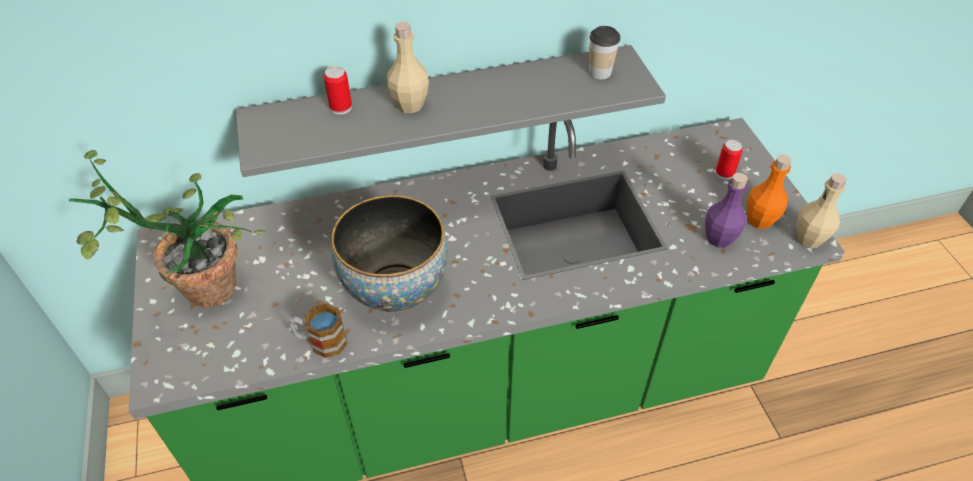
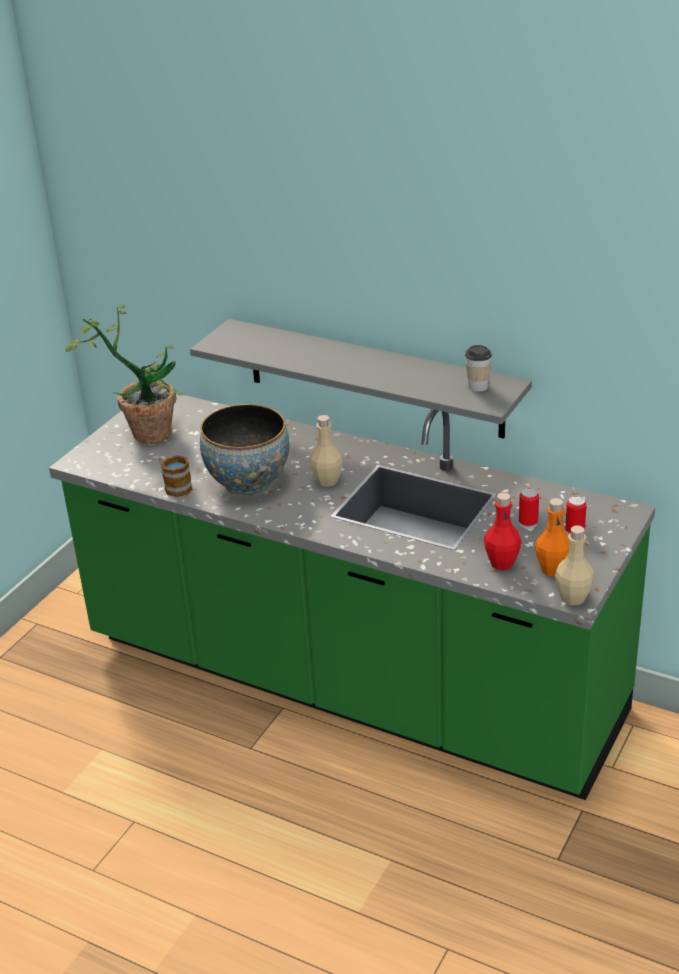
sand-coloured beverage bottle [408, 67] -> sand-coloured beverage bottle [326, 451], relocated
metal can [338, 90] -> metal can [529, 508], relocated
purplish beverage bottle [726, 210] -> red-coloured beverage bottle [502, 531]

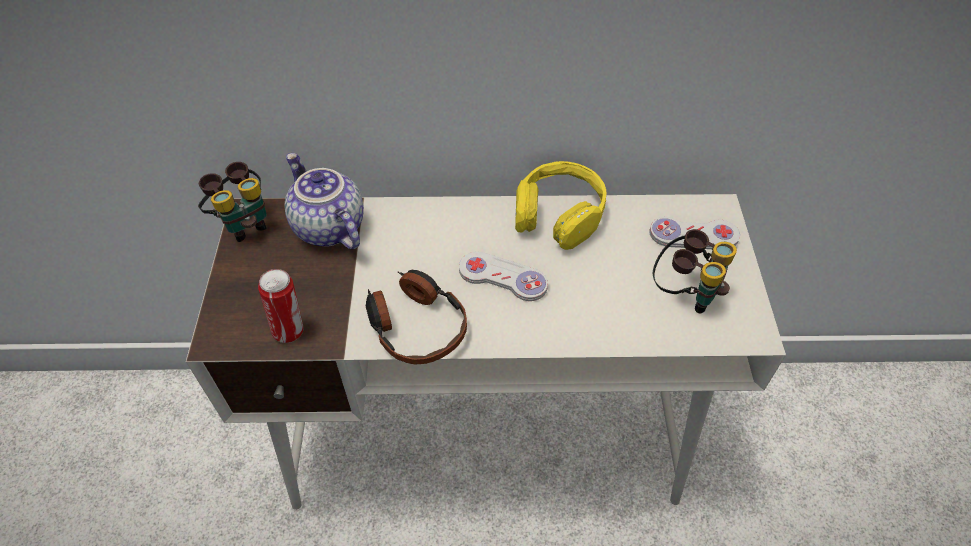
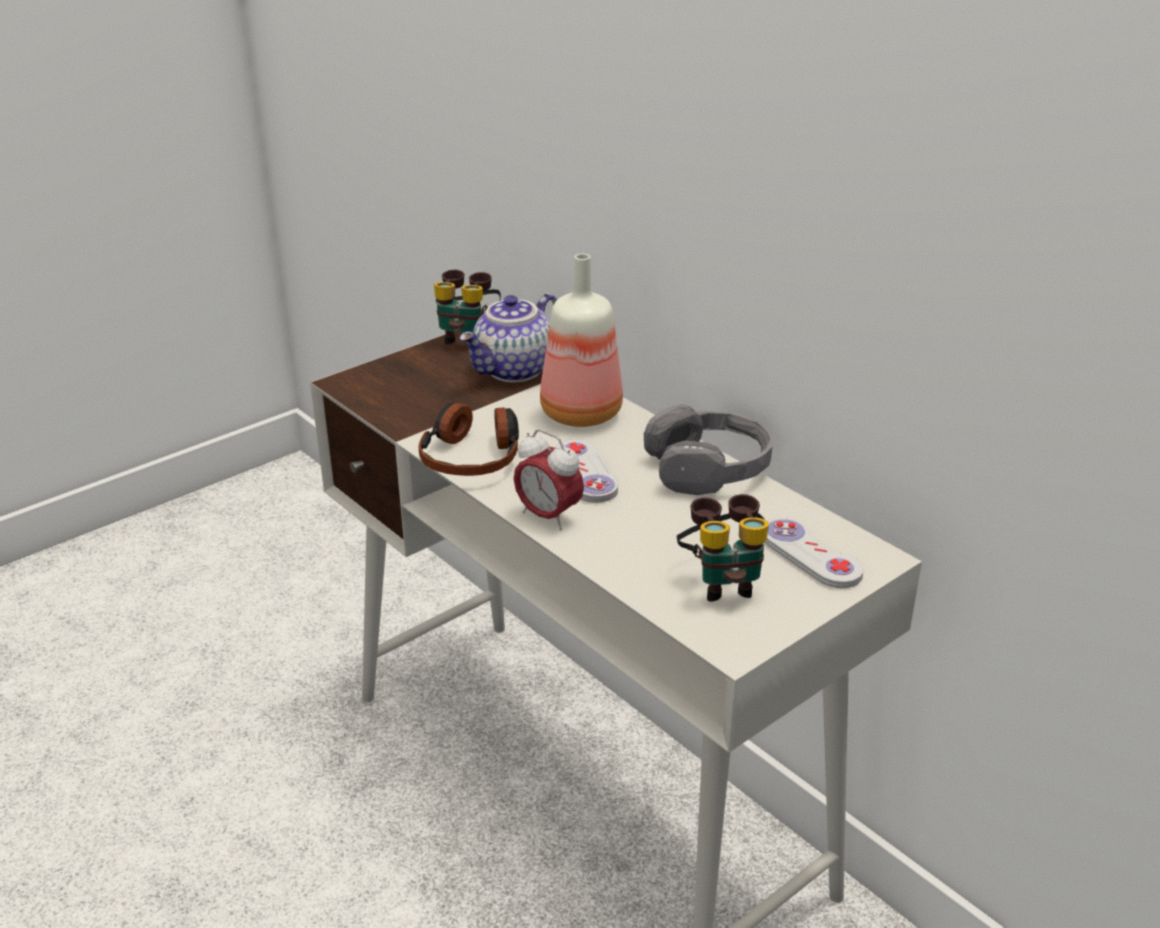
teapot [324, 201] -> teapot [508, 338], 150 degrees counterclockwise
yellowish headphones [561, 205] -> grey headphones [708, 449]
metal can [281, 306] -> none
none -> beverage bottle [581, 340]
none -> bedside clock [549, 479]

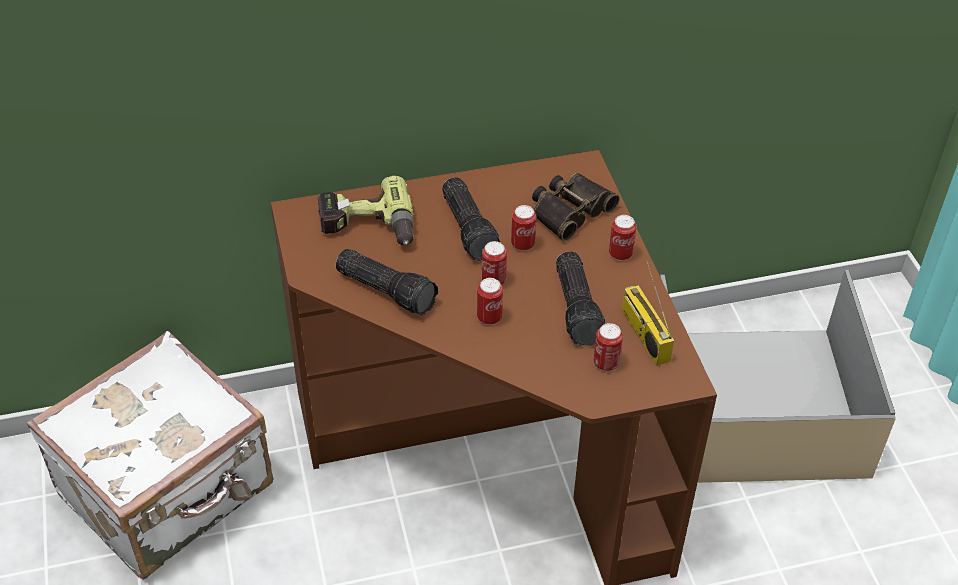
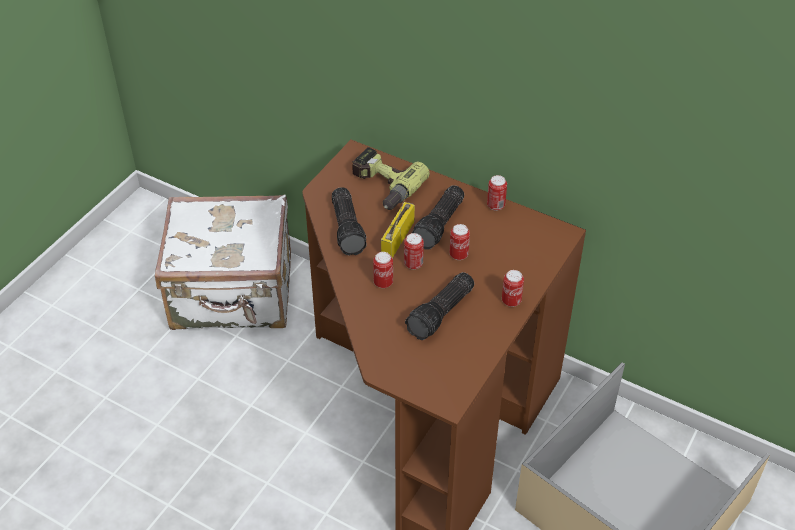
binoculars [576, 207] -> none
radio set [648, 313] -> radio set [398, 220], relocated
metal can [608, 347] -> metal can [497, 193], relocated

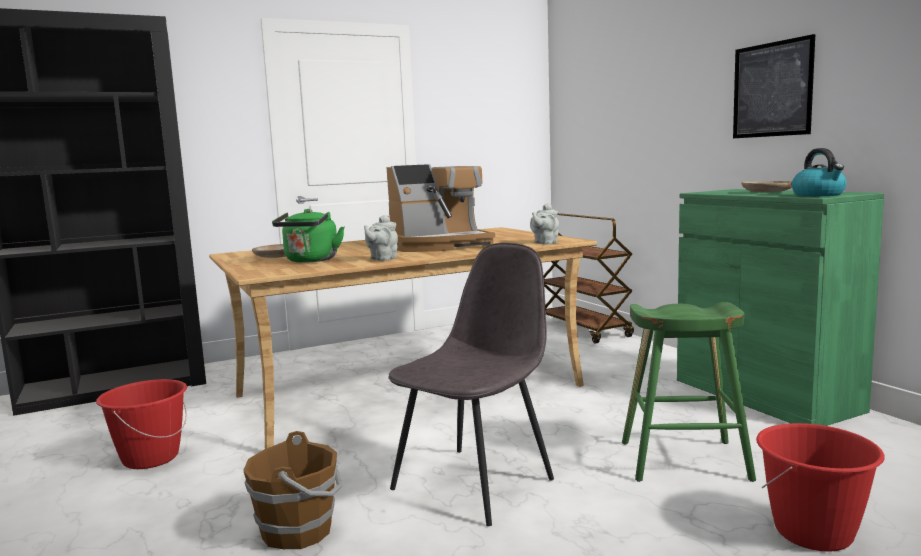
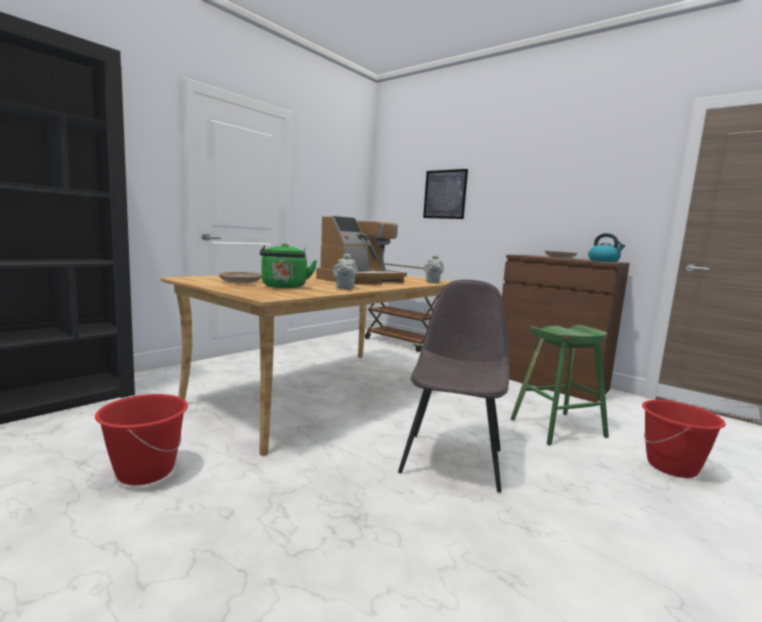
wall art [774, 86] -> wall art [445, 194], relocated
green cupboard [780, 307] -> brown-coloured cupboard [566, 328]
brown-coloured bucket [292, 490] -> none

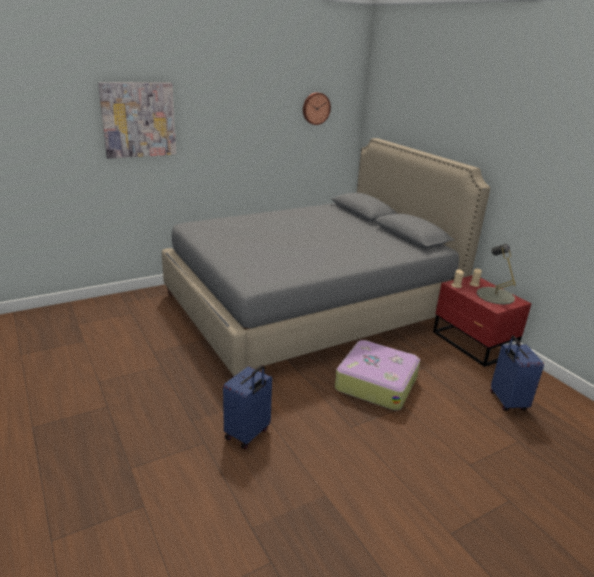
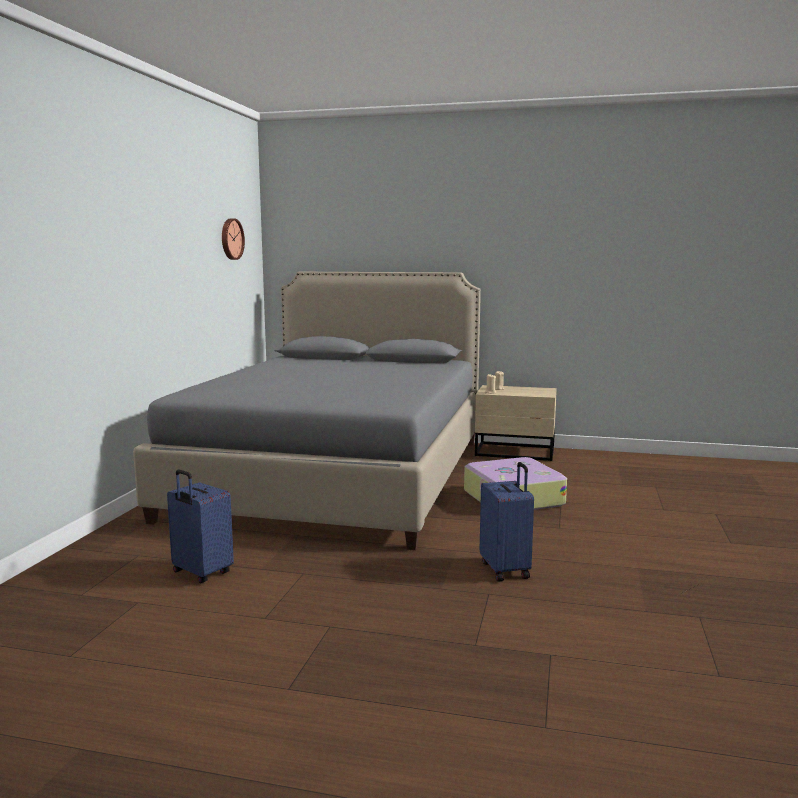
wall art [137, 120] -> none
grey tabletop lamp [496, 274] -> none
red-coloured bedside table [482, 321] -> sand-coloured bedside table [516, 423]
blue-coloured piece of luggage [517, 373] -> blue-coloured piece of luggage [200, 526], relocated

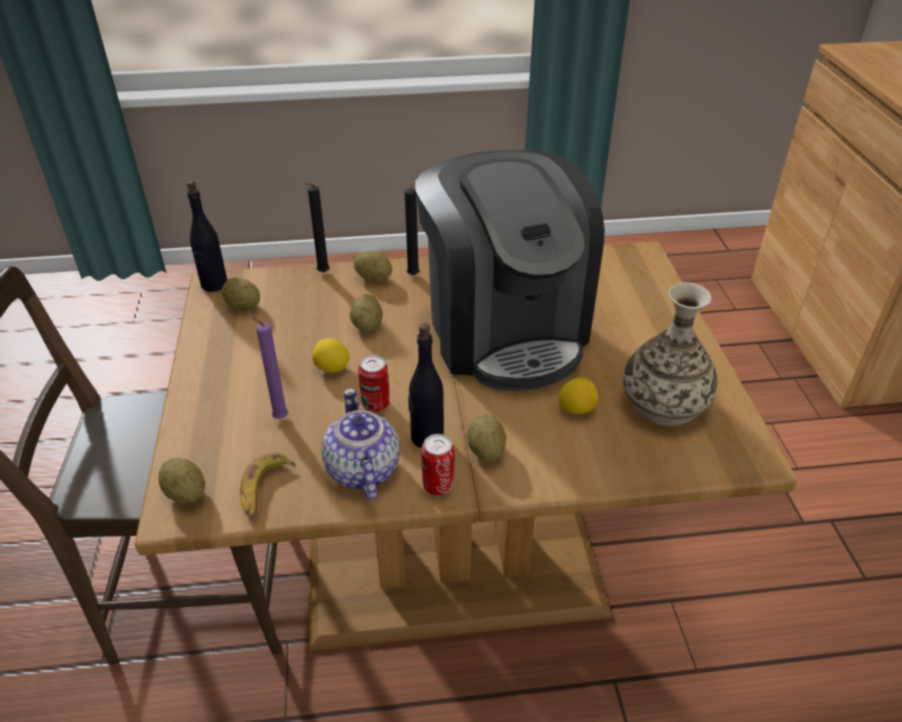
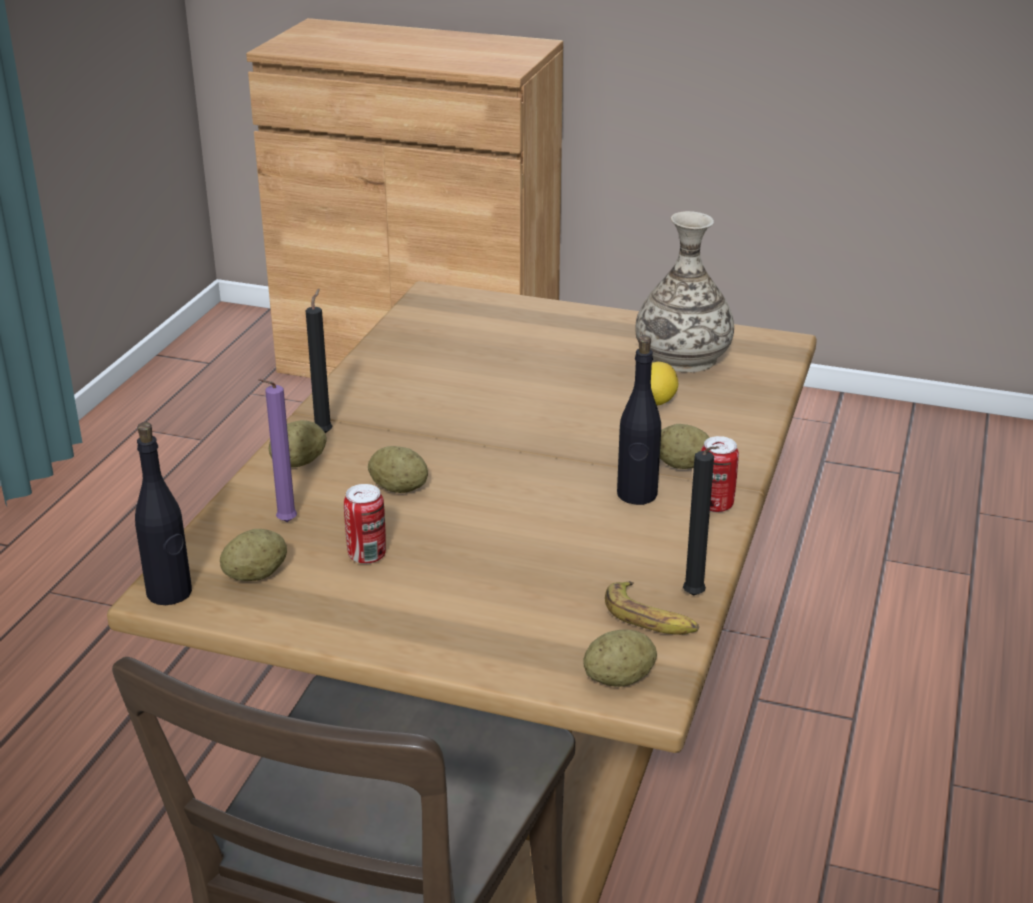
coffee machine [510, 270] -> none
black-coloured wax light [317, 228] -> black-coloured wax light [701, 520], relocated
purplish wax light [267, 366] -> purplish wax light [277, 450], relocated
whole lemon [331, 355] -> none
metal can [374, 383] -> metal can [365, 524], relocated
teapot [360, 444] -> none

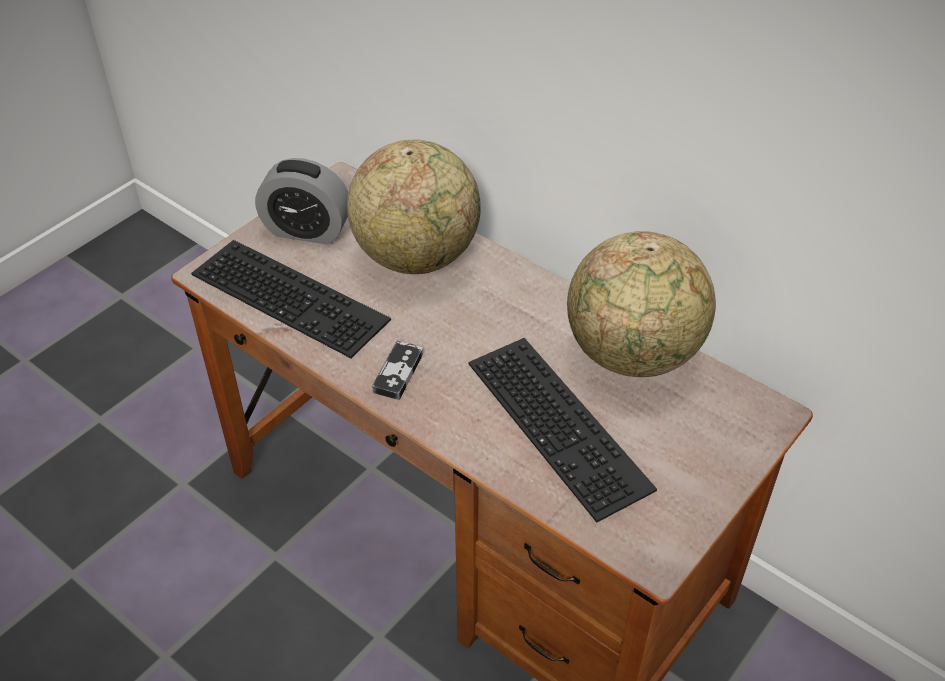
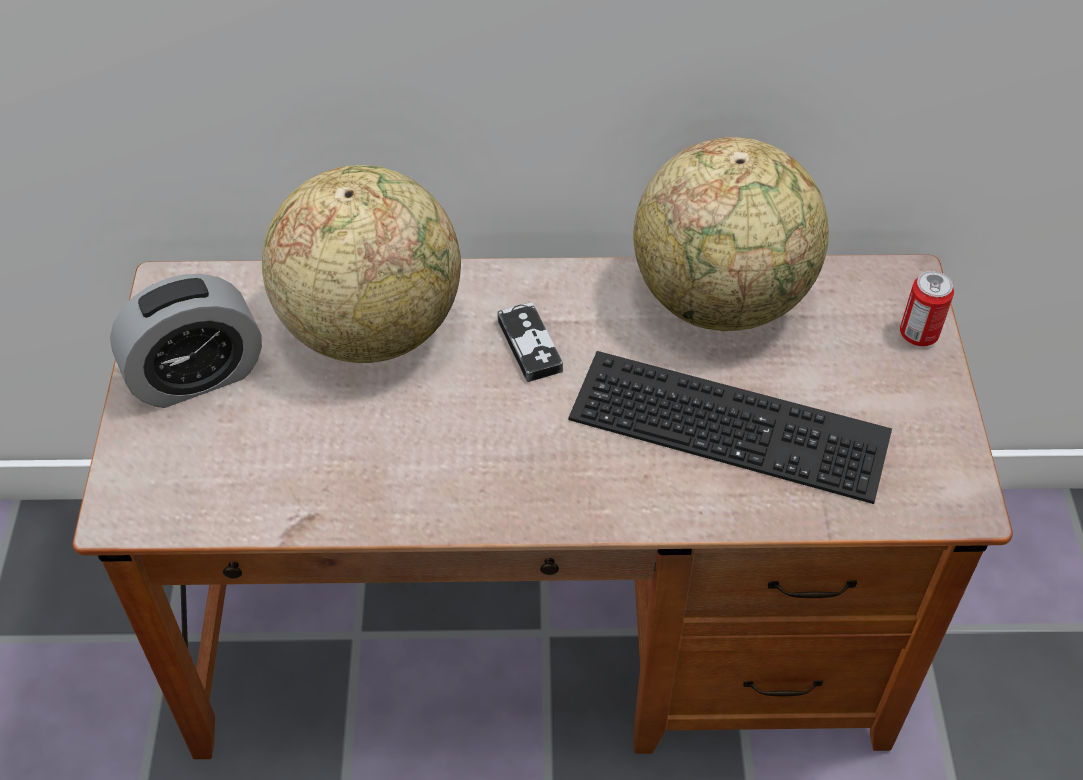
computer keyboard [291, 299] -> none
joypad [397, 370] -> joypad [530, 342], relocated
none -> metal can [927, 308]

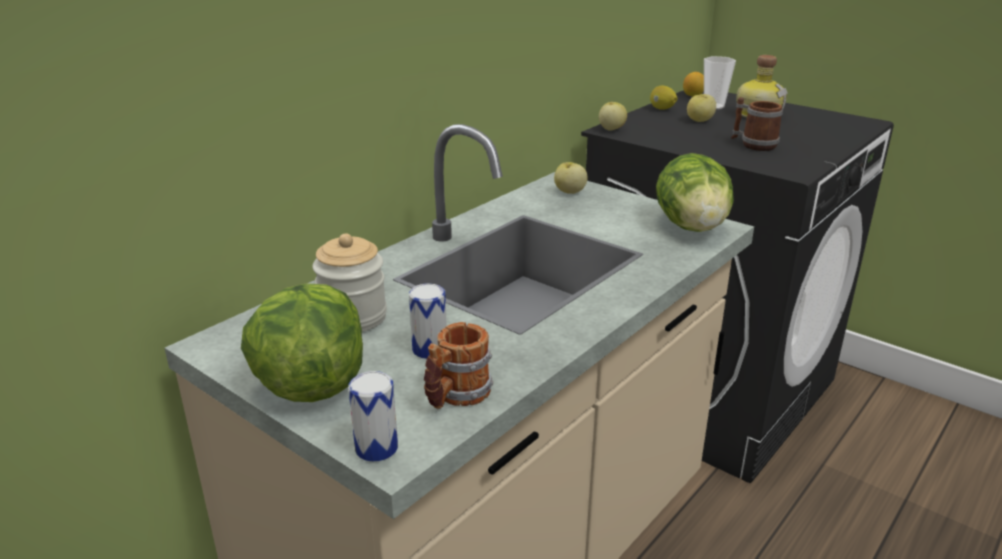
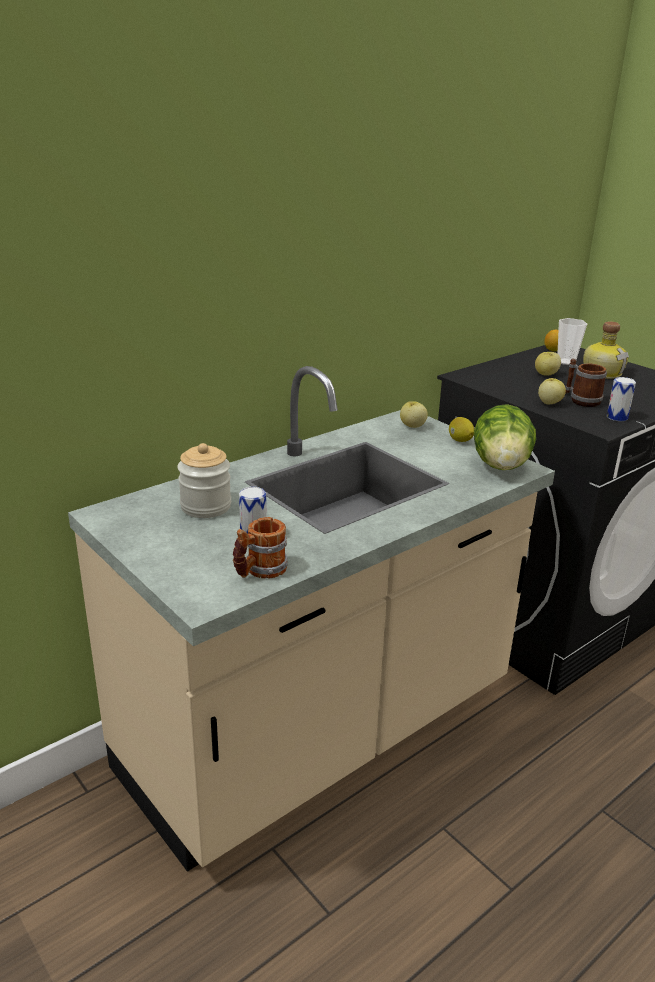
whole lemon [664, 98] -> whole lemon [461, 429], relocated
apple [613, 116] -> apple [552, 391], relocated
head of lettuce [302, 342] -> none
metal can [373, 416] -> metal can [621, 399], relocated

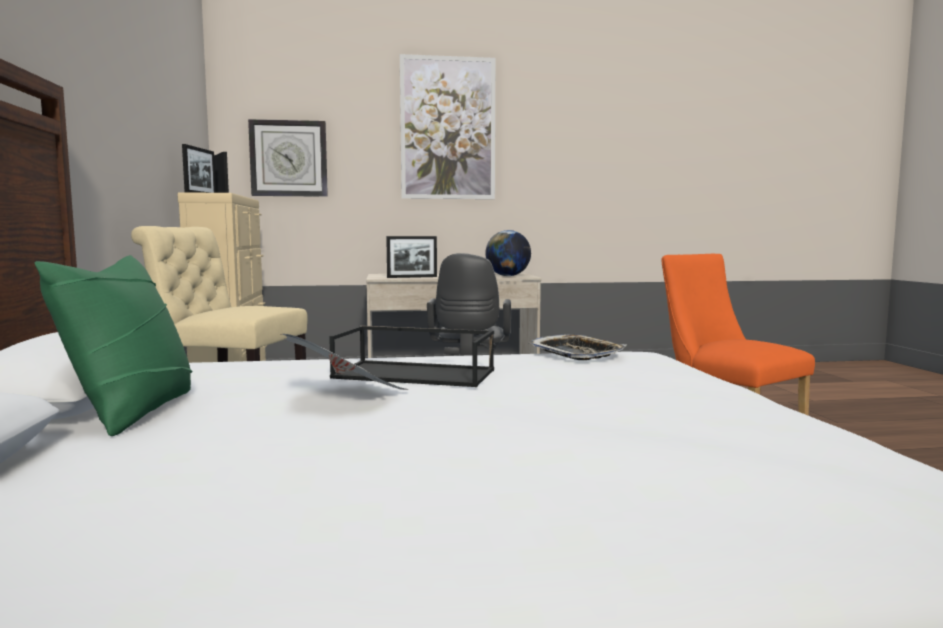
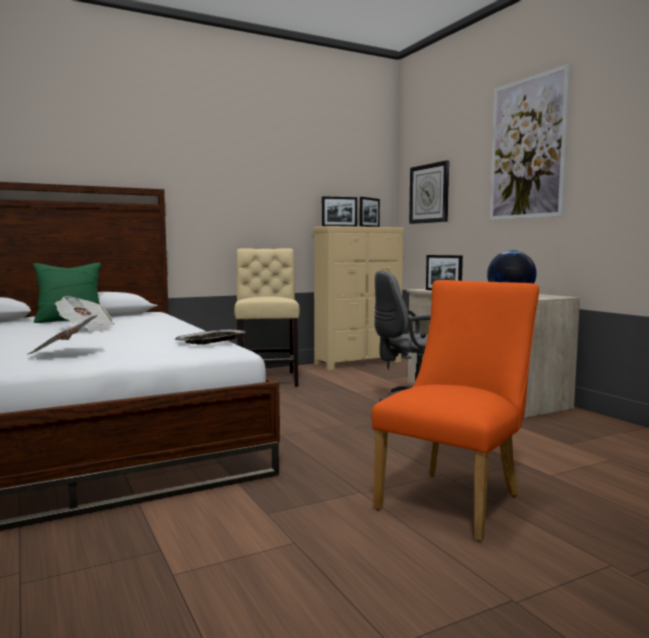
black-coloured carrying tray [411, 356] -> none
none -> printed paper [63, 334]

